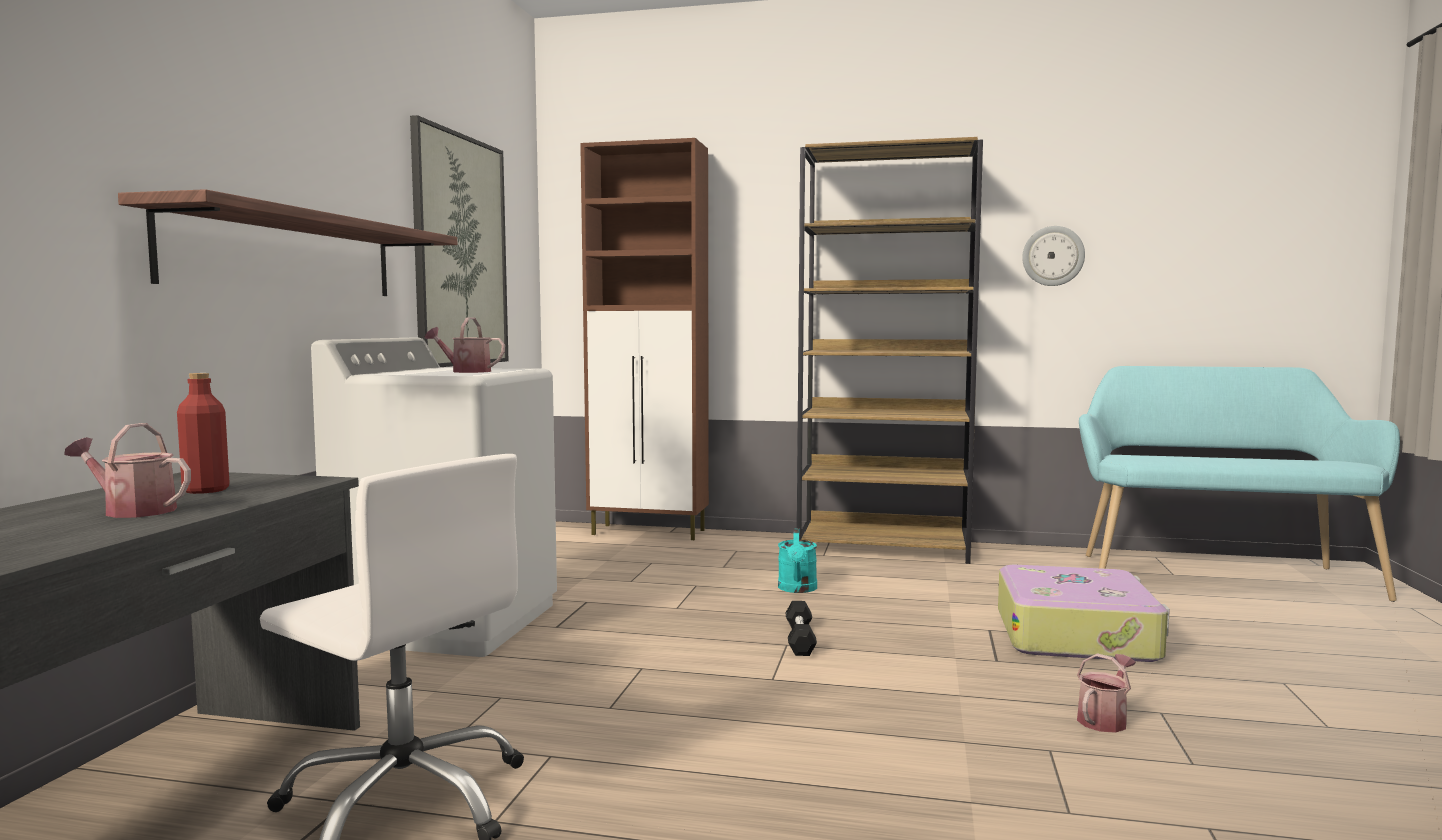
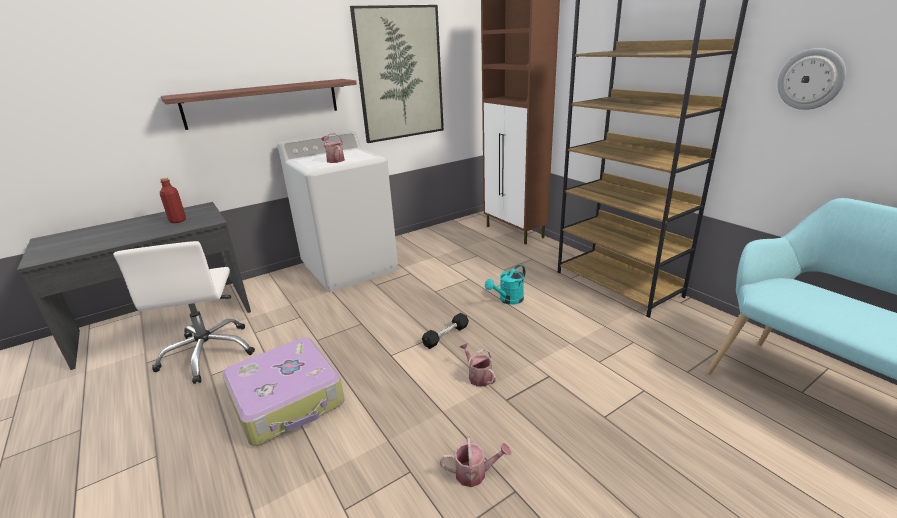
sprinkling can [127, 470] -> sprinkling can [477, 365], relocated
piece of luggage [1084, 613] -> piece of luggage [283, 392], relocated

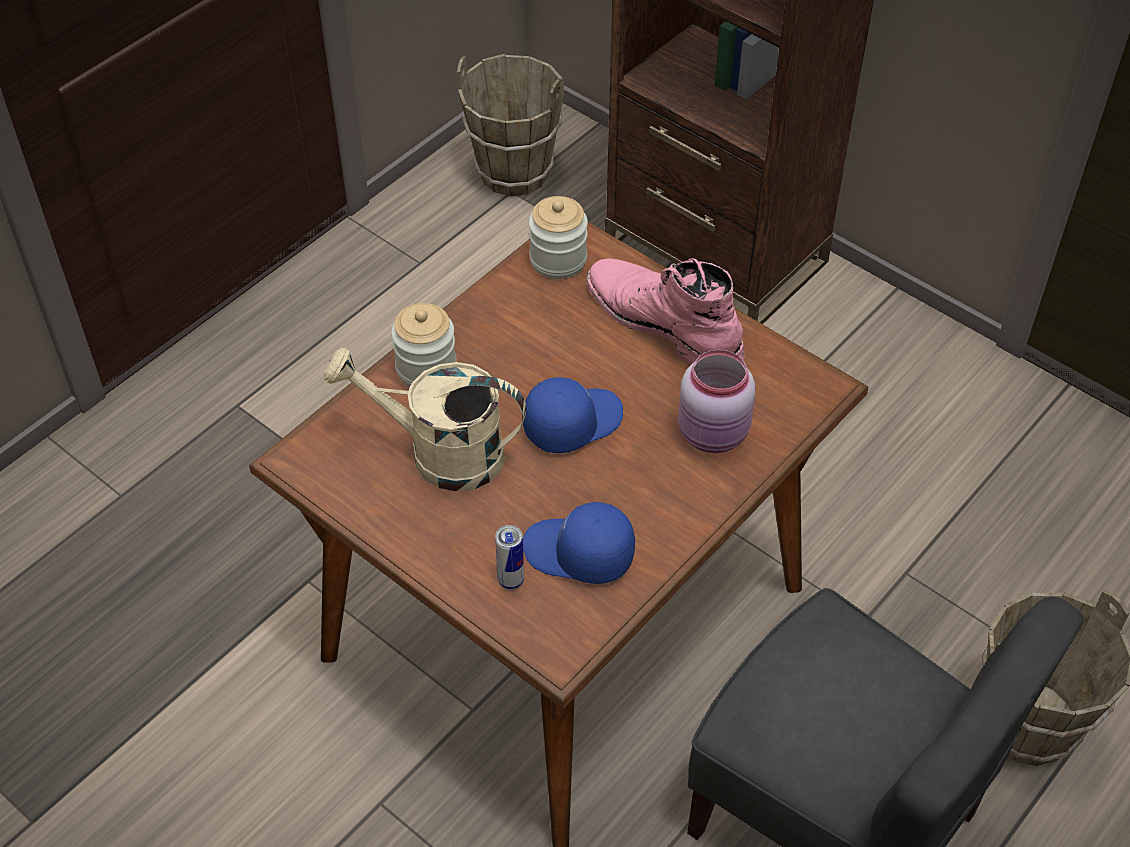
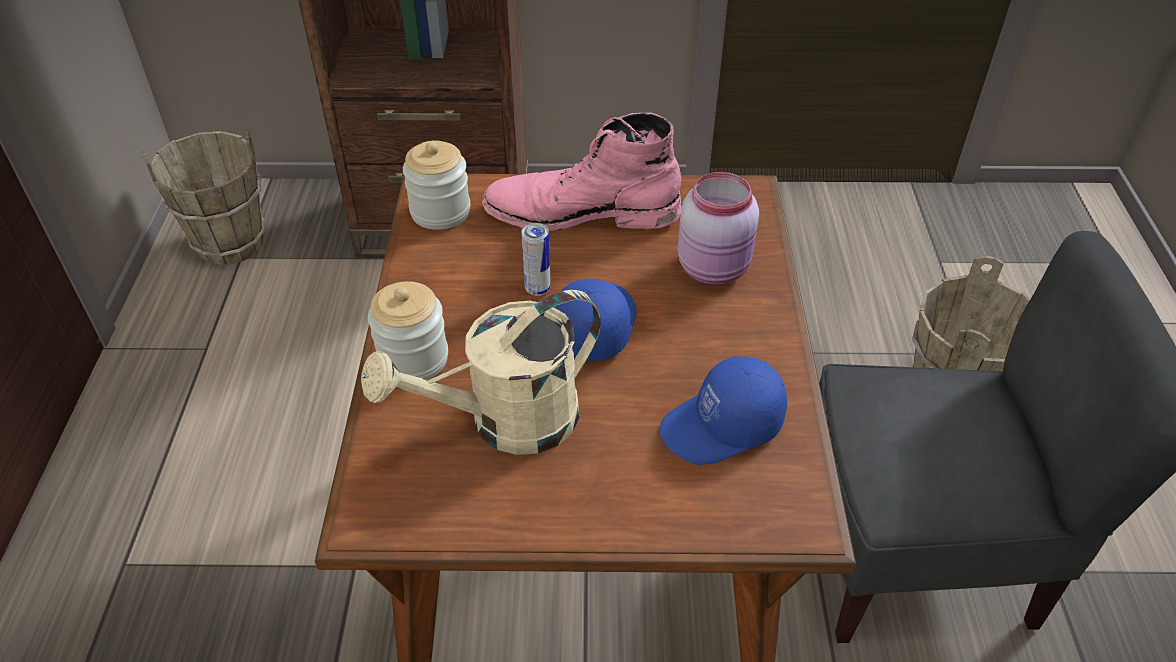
metal can [509, 557] -> metal can [536, 259], relocated

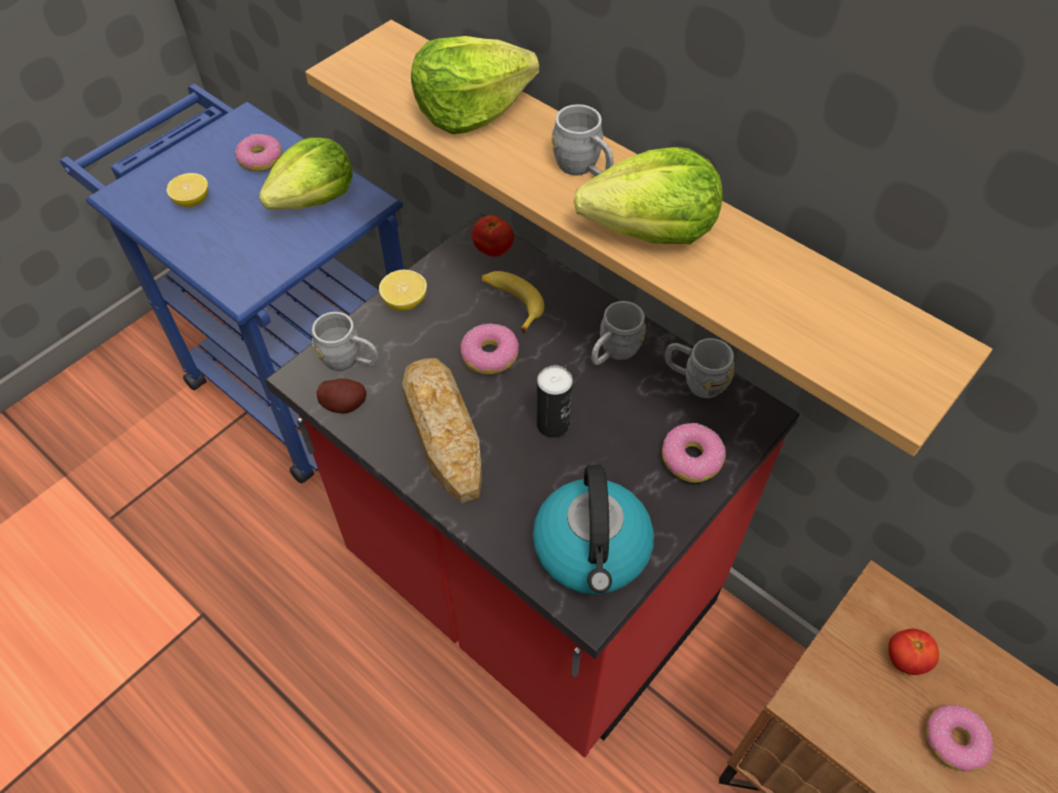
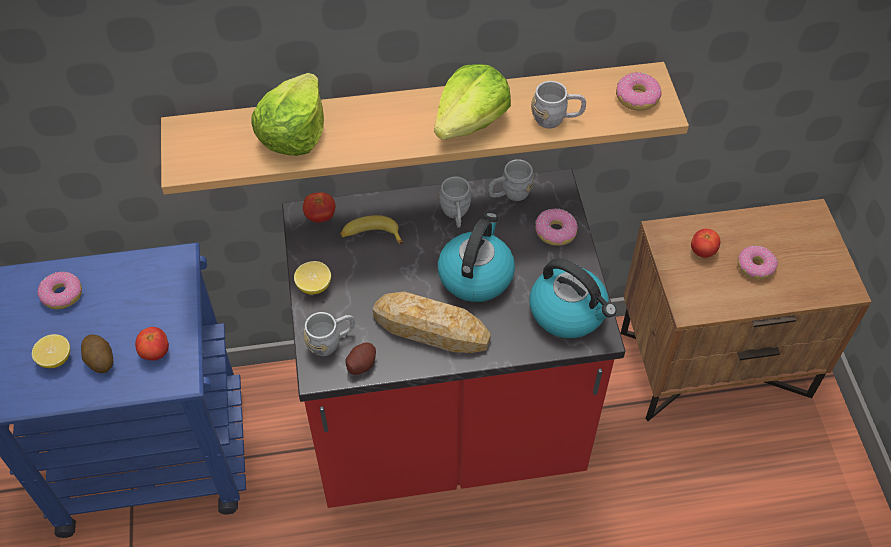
grey coffee mug [582, 140] -> grey coffee mug [558, 105], relocated
head of lettuce [306, 173] -> none
donut [489, 349] -> donut [638, 91], relocated
metal can [555, 402] -> tea kettle [476, 257]
none -> tomato [152, 344]
none -> spud [97, 353]

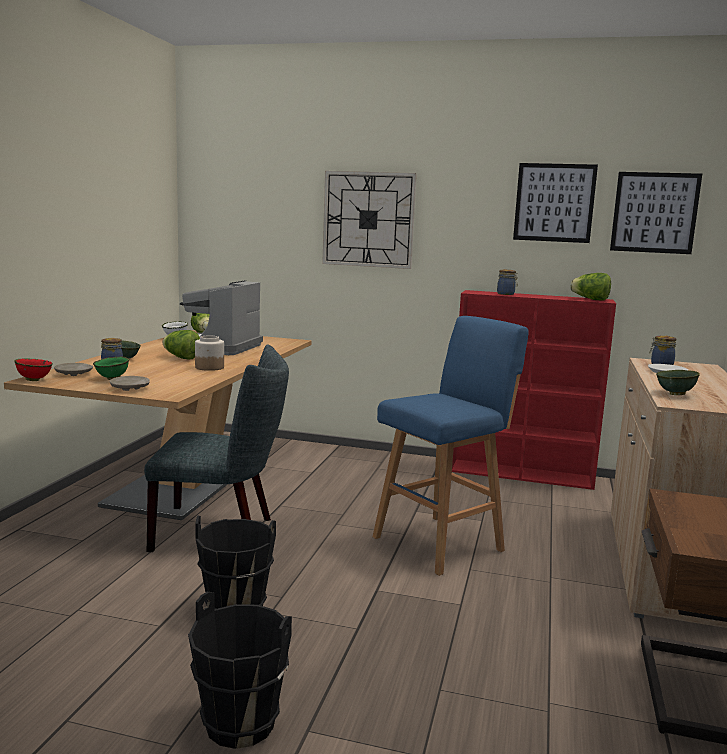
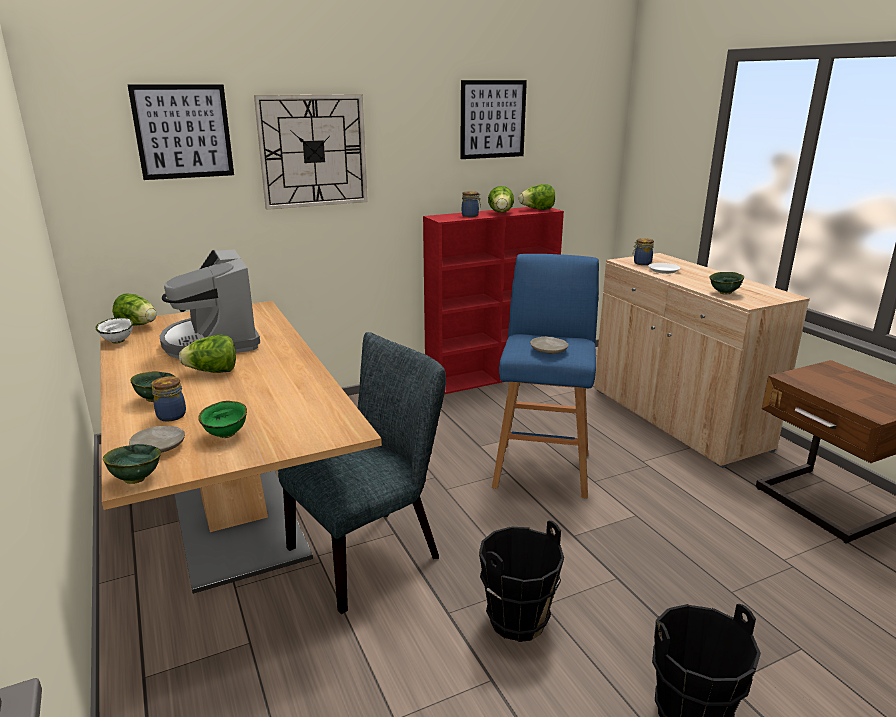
wall art [656, 213] -> wall art [181, 132], relocated
storage jar [209, 353] -> none
red-coloured serving bowl [34, 369] -> green serving bowl [132, 464]
sand-coloured plate [129, 383] -> sand-coloured plate [549, 345], relocated
none -> head of lettuce [501, 199]

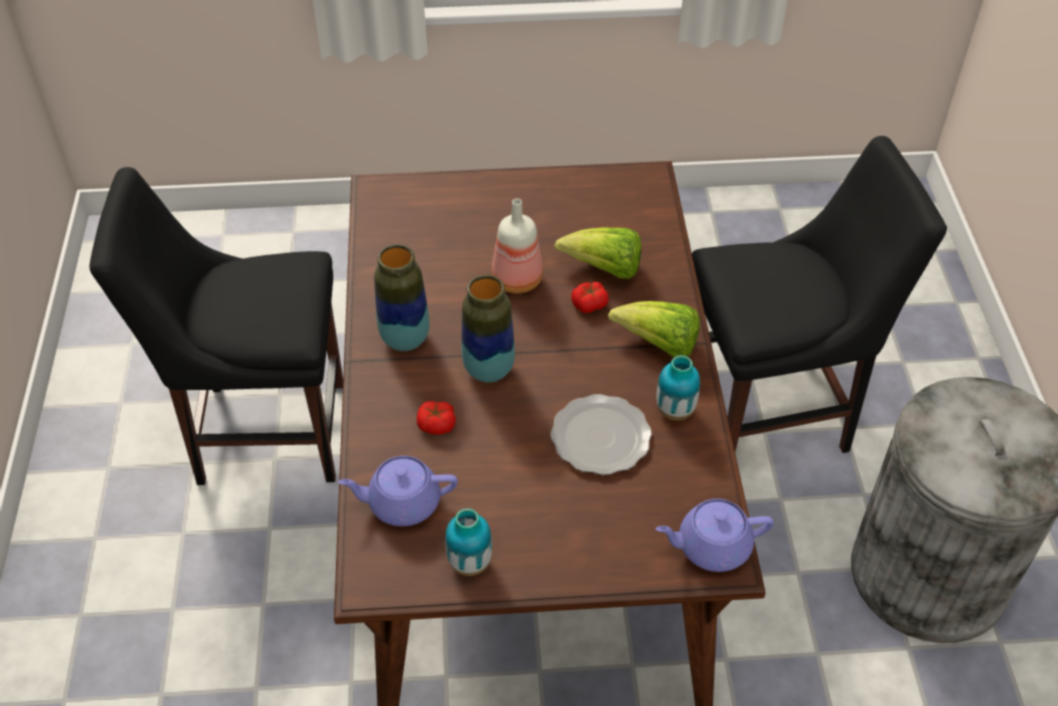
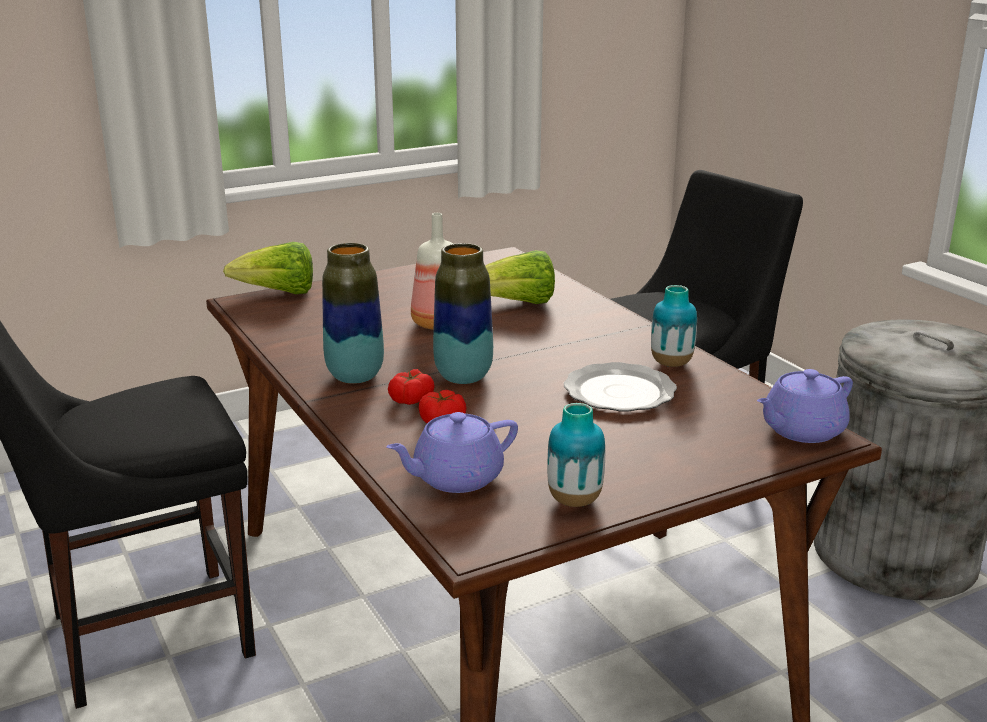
tomato [590, 297] -> tomato [411, 387], relocated
head of lettuce [654, 329] -> head of lettuce [268, 268], relocated

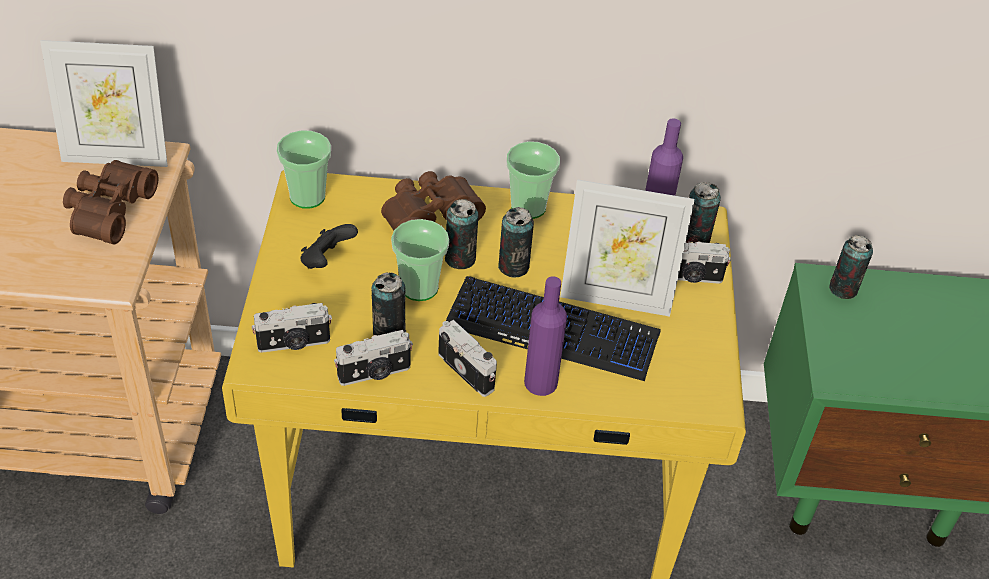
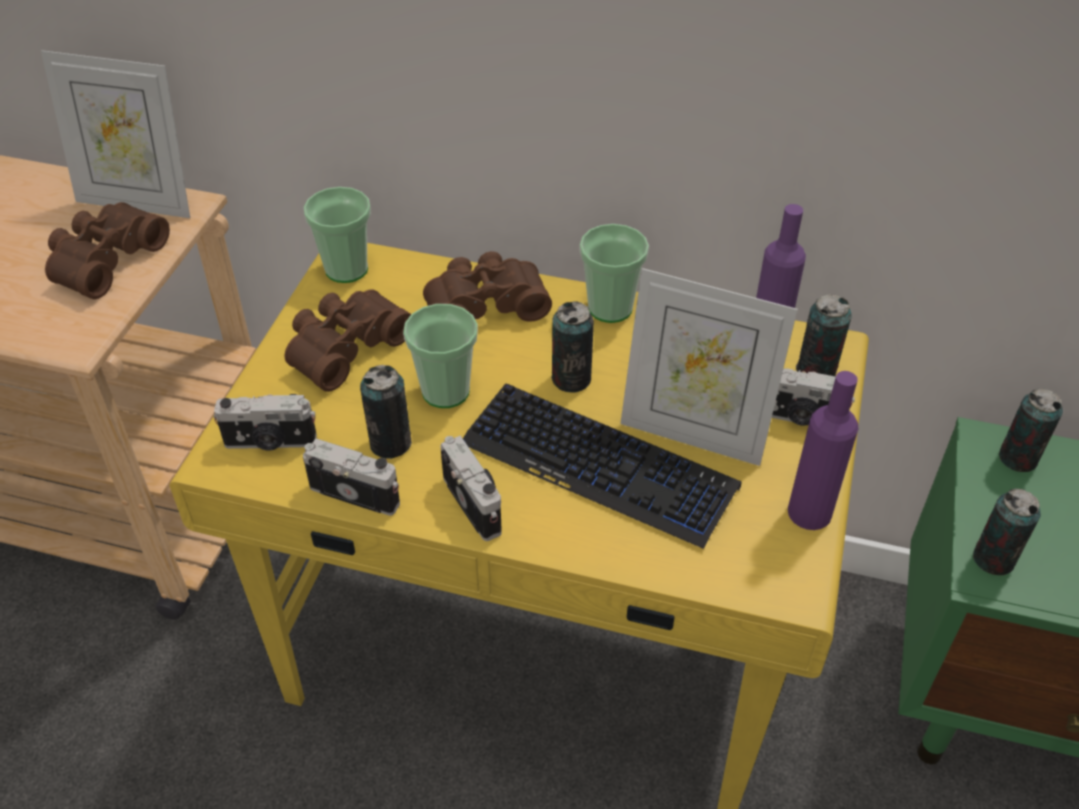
metal can [461, 234] -> metal can [1007, 532], relocated
black-coloured joypad [329, 246] -> brown-coloured binoculars [348, 340]
purplish beverage bottle [545, 336] -> purplish beverage bottle [823, 450], relocated
photo camera [373, 358] -> photo camera [351, 477], 150 degrees counterclockwise

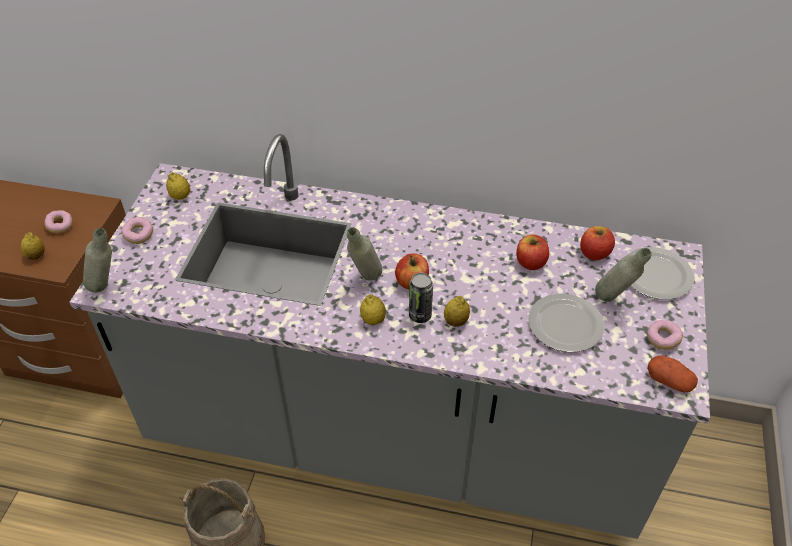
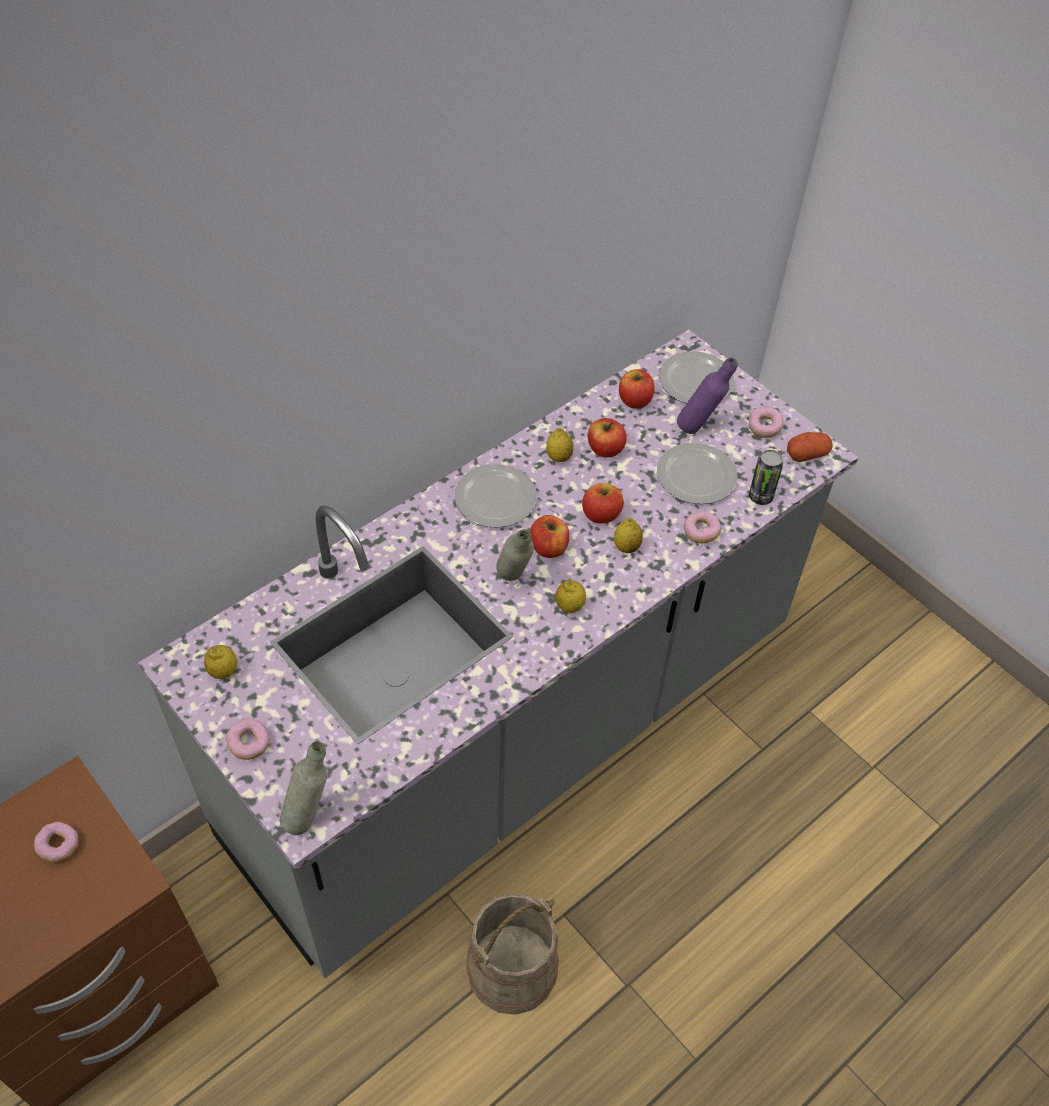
whole lemon [33, 246] -> whole lemon [559, 445], relocated
grey beverage bottle [623, 275] -> purplish beverage bottle [707, 396]
metal can [421, 298] -> metal can [766, 477], relocated
none -> plate [495, 496]
none -> apple [603, 503]
none -> donut [702, 527]

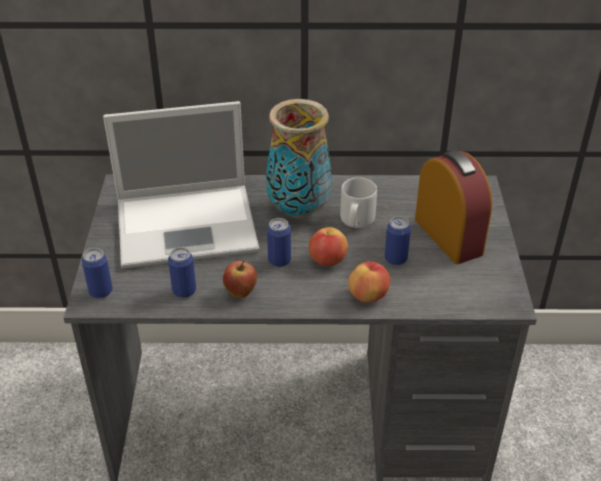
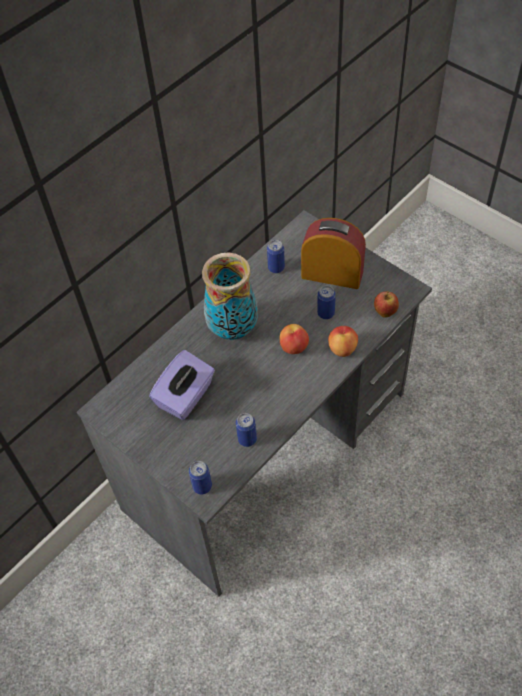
portable computer [181, 185] -> purplish tissue box [182, 385]
grey coffee mug [358, 202] -> none
metal can [279, 242] -> metal can [276, 256], relocated
apple [240, 279] -> apple [386, 304], relocated

